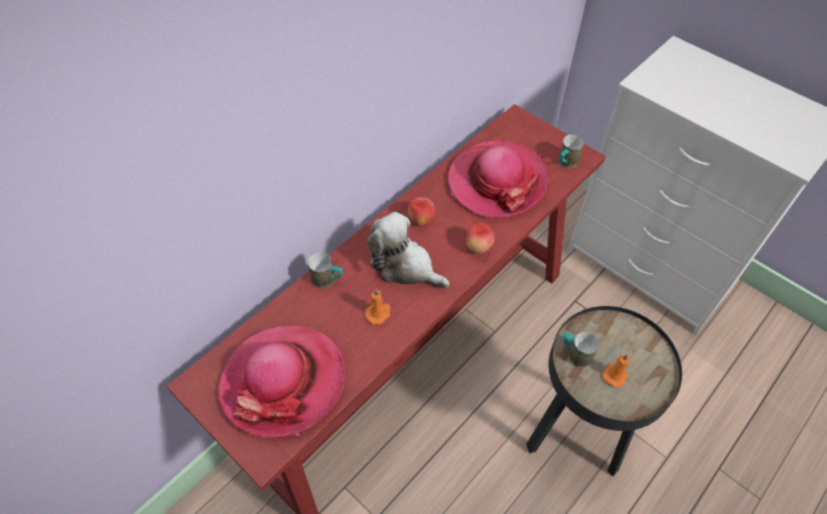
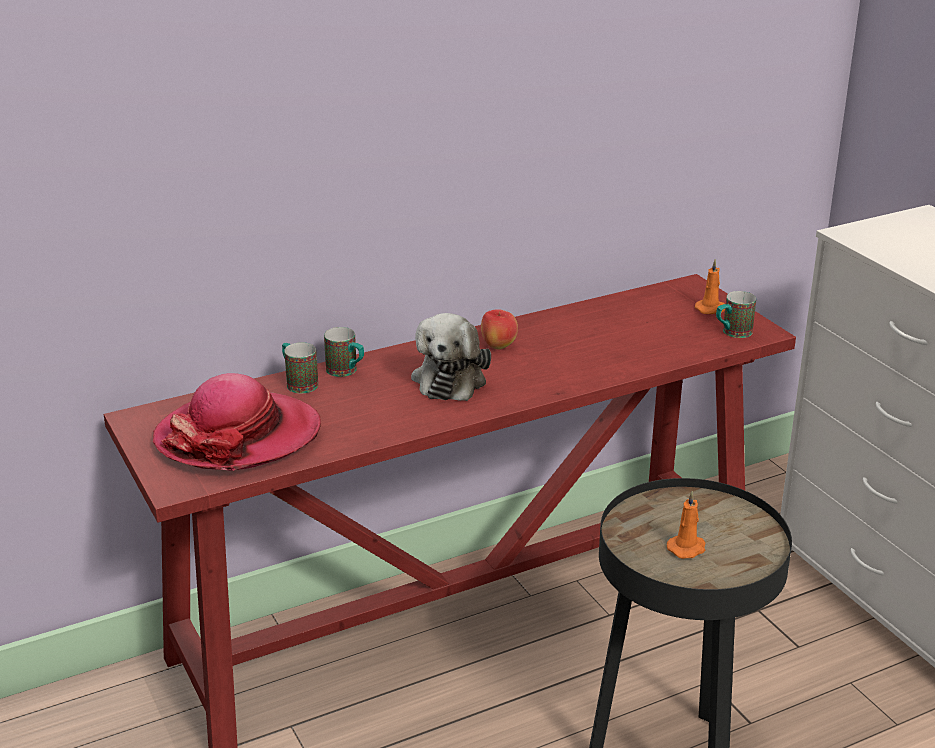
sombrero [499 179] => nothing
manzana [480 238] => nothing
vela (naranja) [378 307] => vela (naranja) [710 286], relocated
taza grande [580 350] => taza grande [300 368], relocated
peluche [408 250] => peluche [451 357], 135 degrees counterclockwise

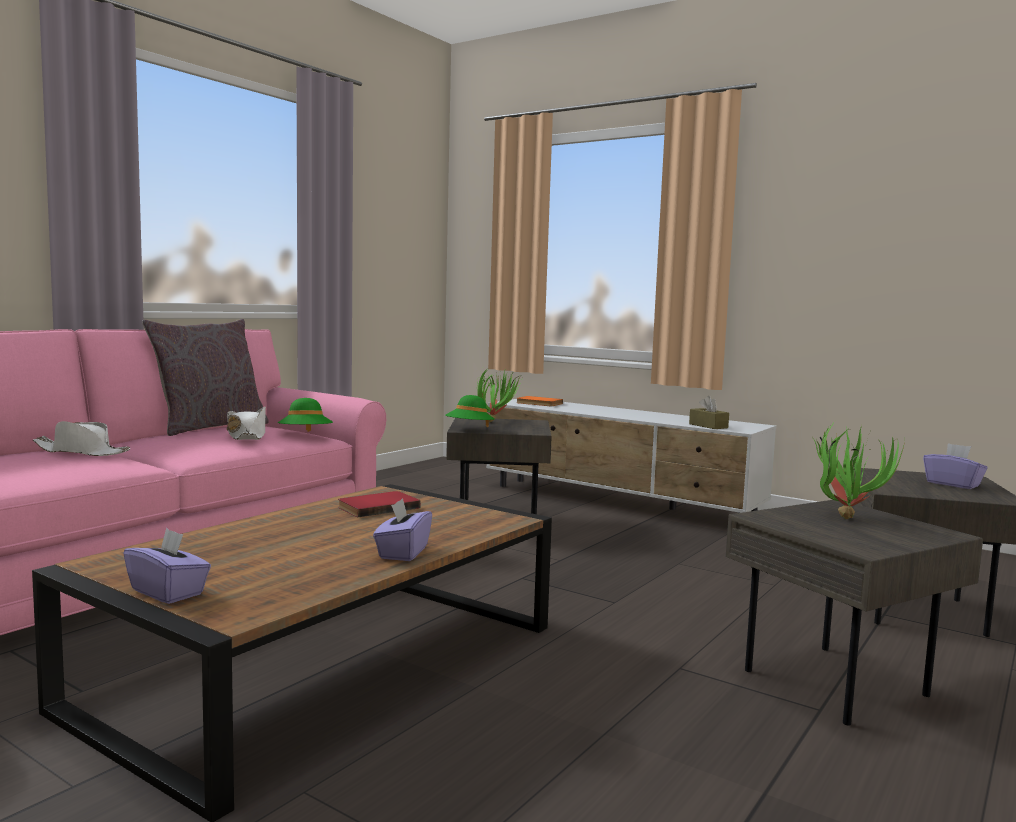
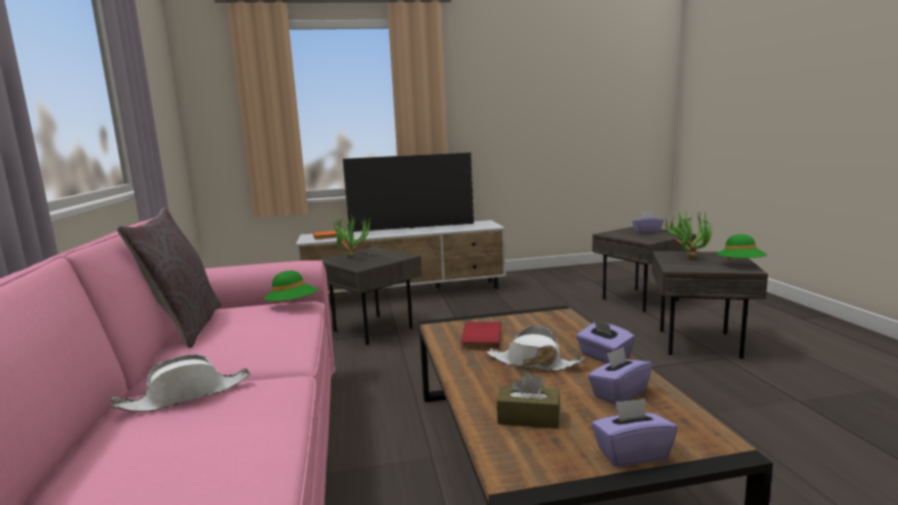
nothing => televisor [408 192]
nothing => caja de pañuelos (morado) [620 376]
sombrero (blanco) [246 423] => sombrero (blanco) [535 348], relocated
sombrero (verde) [469 411] => sombrero (verde) [742 247], relocated
caja de pañuelos (marrón) [709 412] => caja de pañuelos (marrón) [528 400], relocated

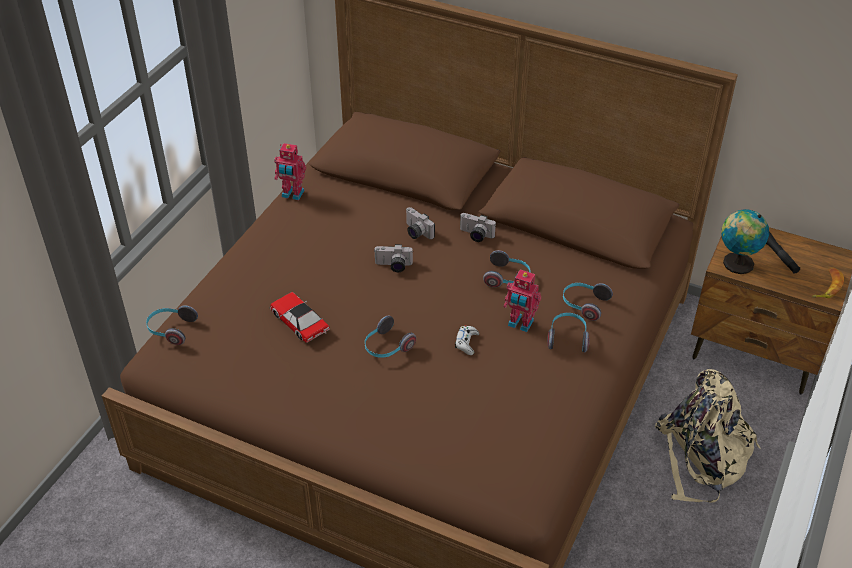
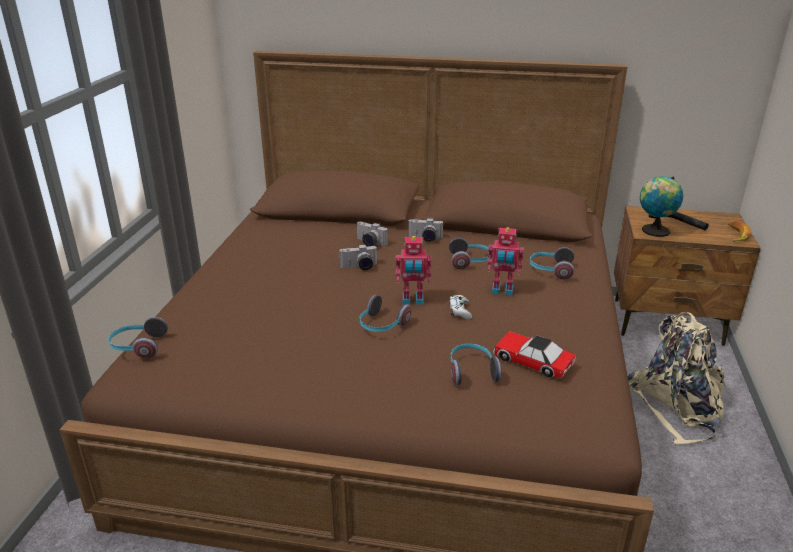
coche de juguete [300 317] => coche de juguete [534 354], relocated
robot de juguete [290 171] => robot de juguete [413 270], relocated
auriculares [568 333] => auriculares [476 364], relocated

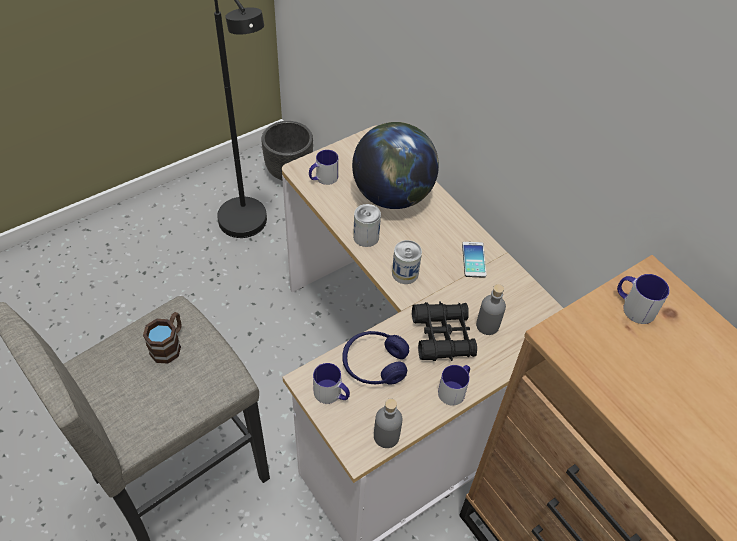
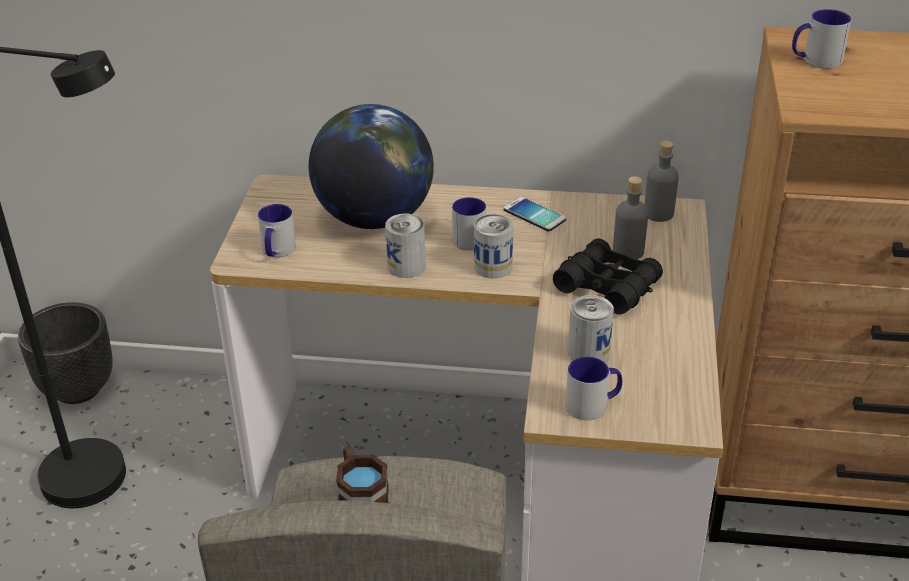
botella (gris) [388 423] => botella (gris) [661 181], relocated
taza grande [454 385] => taza grande [469 223], relocated
auriculares (azul) [375 358] => lata [591 328]

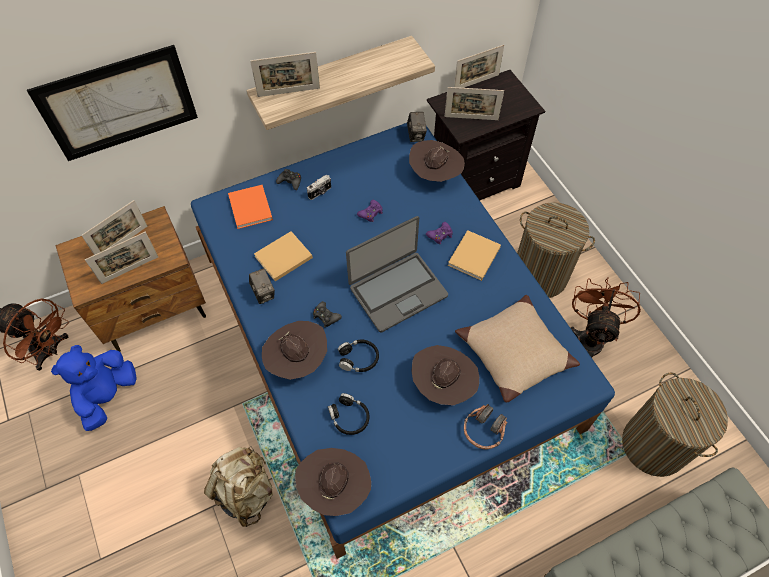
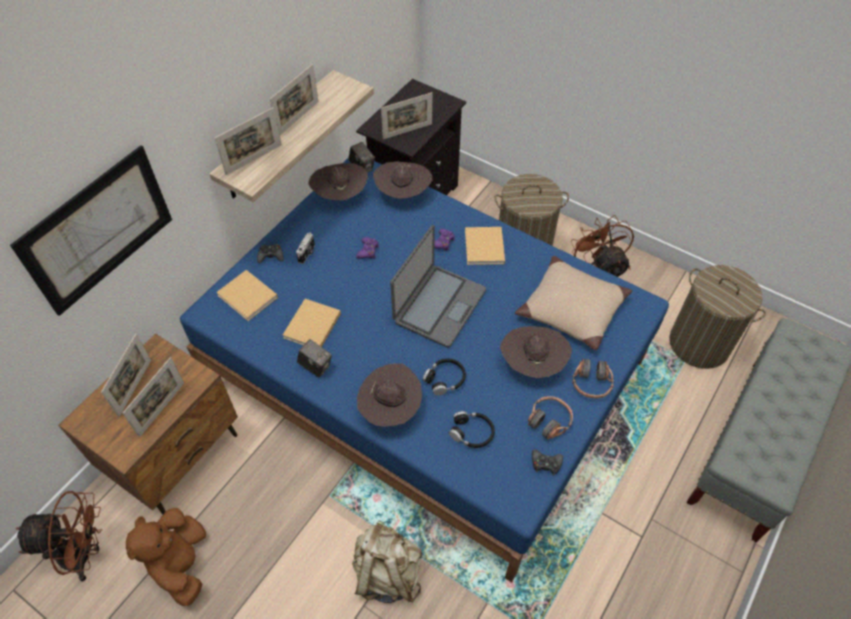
nothing => auriculares [550 418]
sombrero (marrón) [333 482] => sombrero (marrón) [338 182], relocated
mando de consola (negro) [327 314] => mando de consola (negro) [547 462], relocated
portarretratos [479 66] => portarretratos [294 99], relocated
peluche (azul) [94 388] => peluche (marrón) [166 557]
libro (naranja) [250 207] => libro (beis) [247 295]

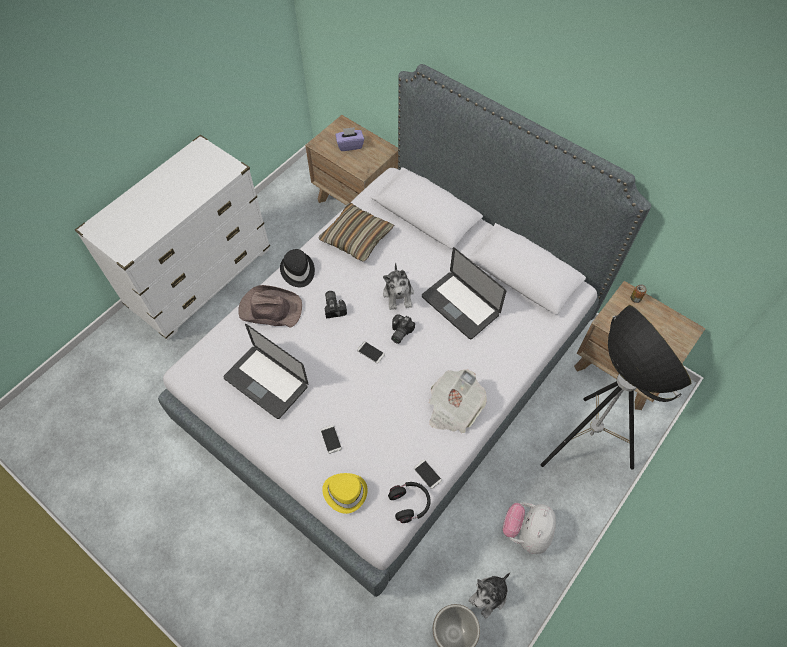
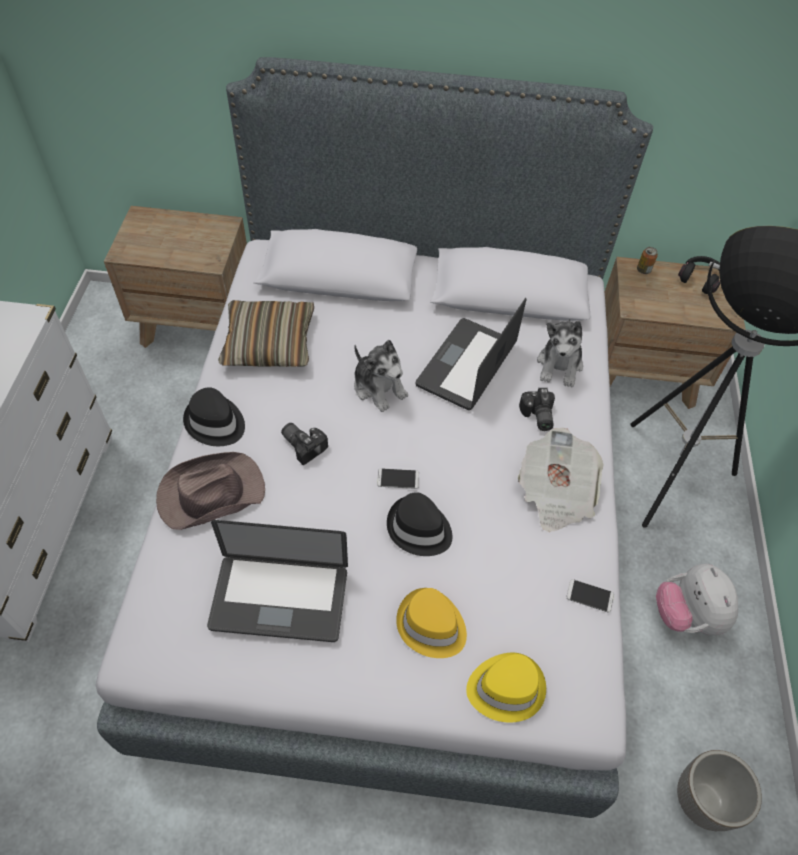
caja de pañuelos (morado) [349 139] => nothing
nothing => sombrero (negro) [419 524]
auriculares (negro) [409 502] => auriculares (negro) [699 275], relocated
cámara [403 329] => cámara [537 409], relocated
peluche [489 595] => peluche [560 353], relocated
móvil [331 439] => sombrero (amarillo) [431 623]
portátil [464 293] => portátil [471 354], 105 degrees clockwise

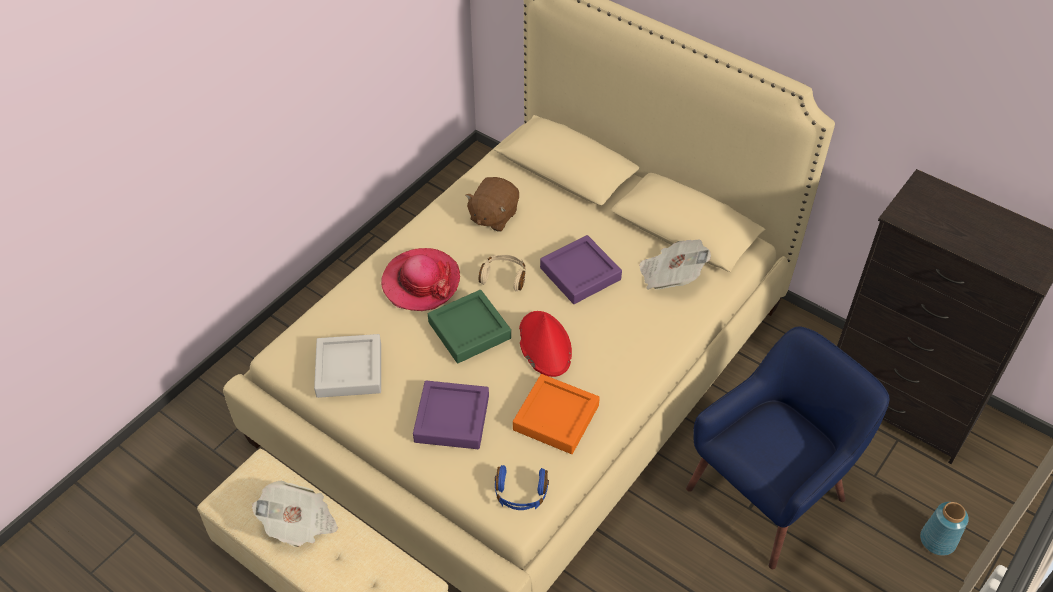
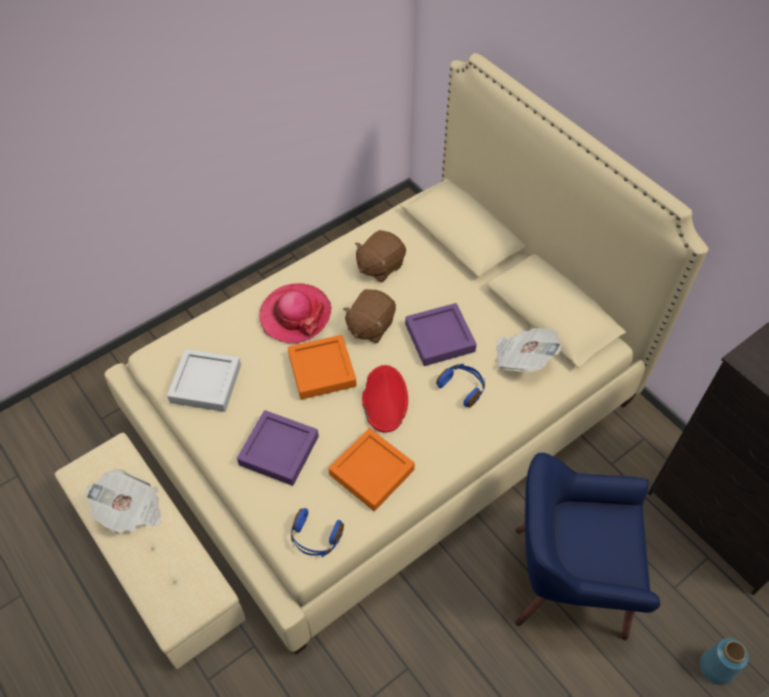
nothing => auriculares (azul) [460 385]
auriculares (beis) [502 273] => peluche (marrón) [369 316]
bandeja (verde) [469 326] => bandeja (naranja) [322 367]
sillón (azul) [788 448] => sillón (azul) [587 546], 150 degrees counterclockwise

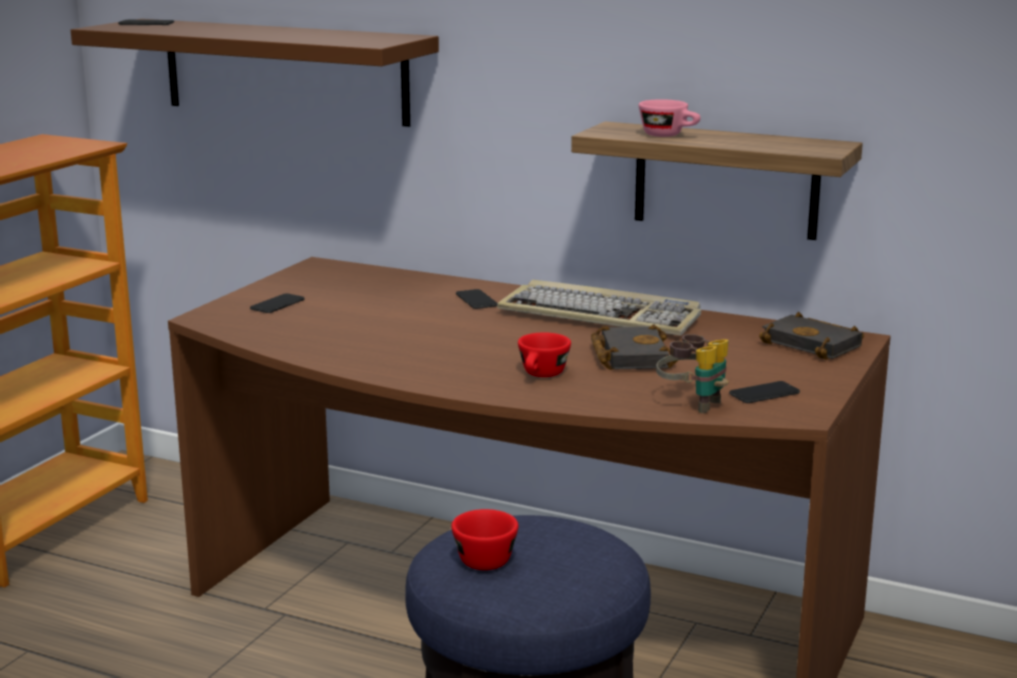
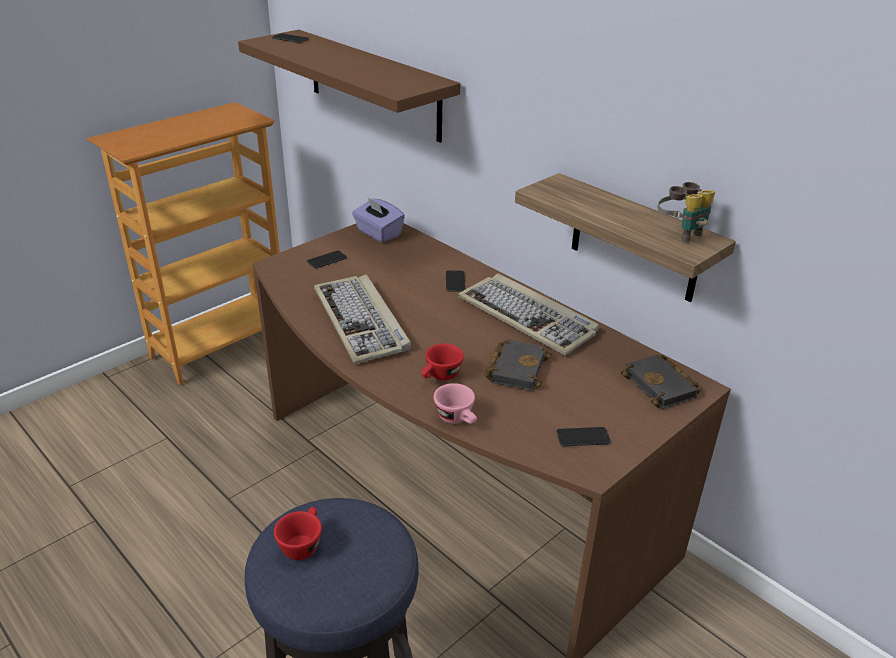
nothing => teclado [362 319]
nothing => caja de pañuelos (morado) [378 220]
taza (rosa) [670 118] => taza (rosa) [455 403], relocated
prismáticos [692 373] => prismáticos [686 212], relocated

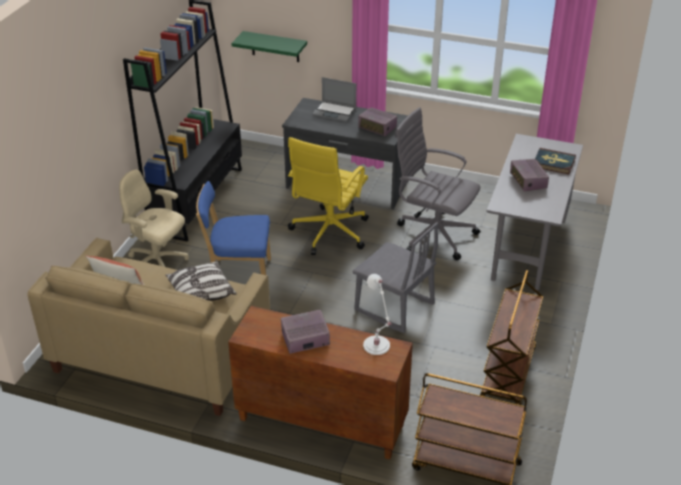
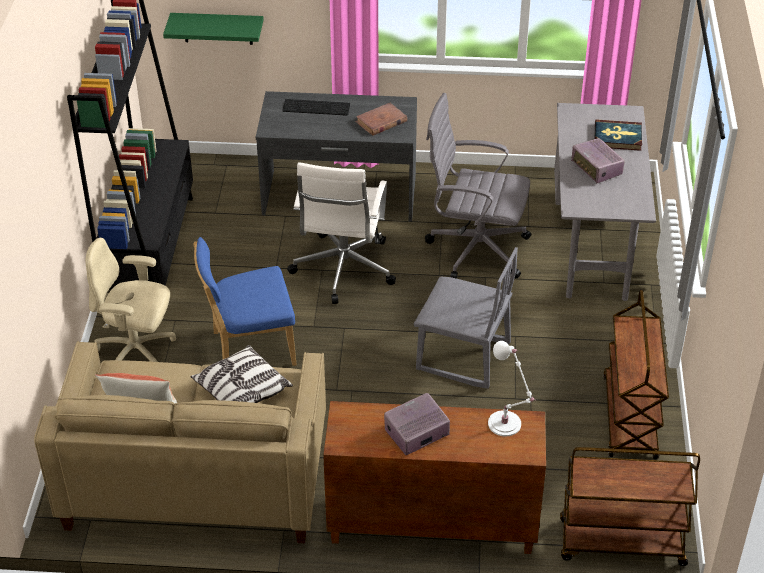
portátil [334 99] => teclado [316 107]
radio [377 121] => libro (marrón) [381 119]
silla de oficina (amarillo) [328 196] => silla de oficina (blanco) [341 233]

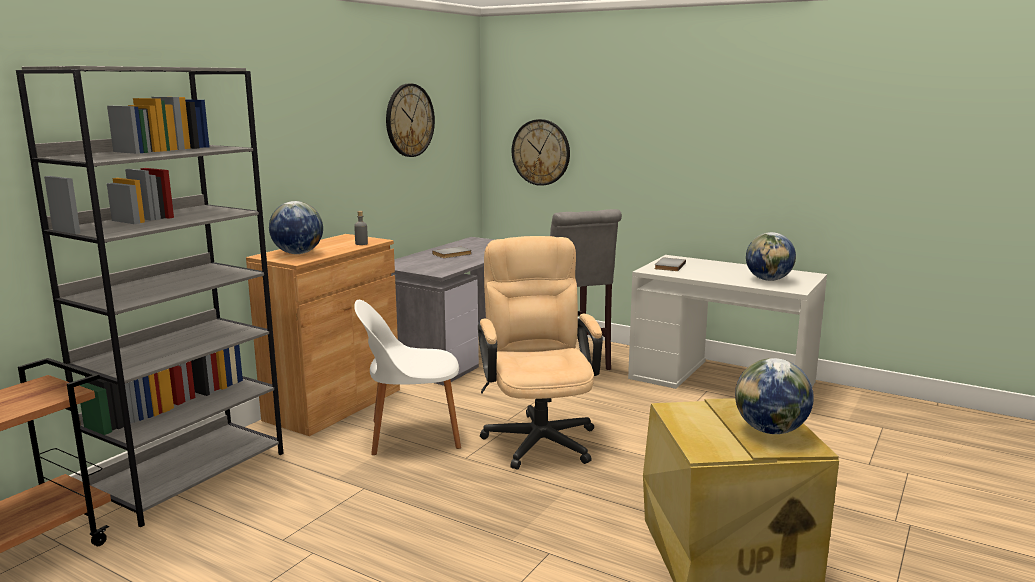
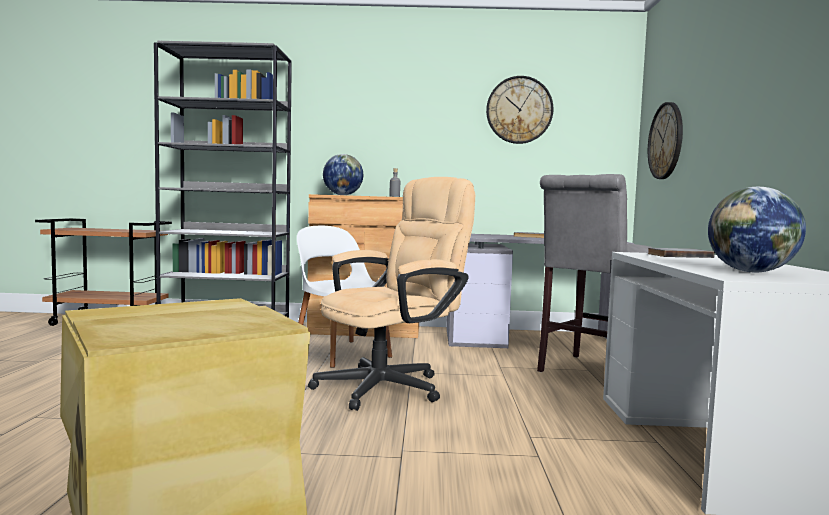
globo terráqueo [774 396] => nothing

